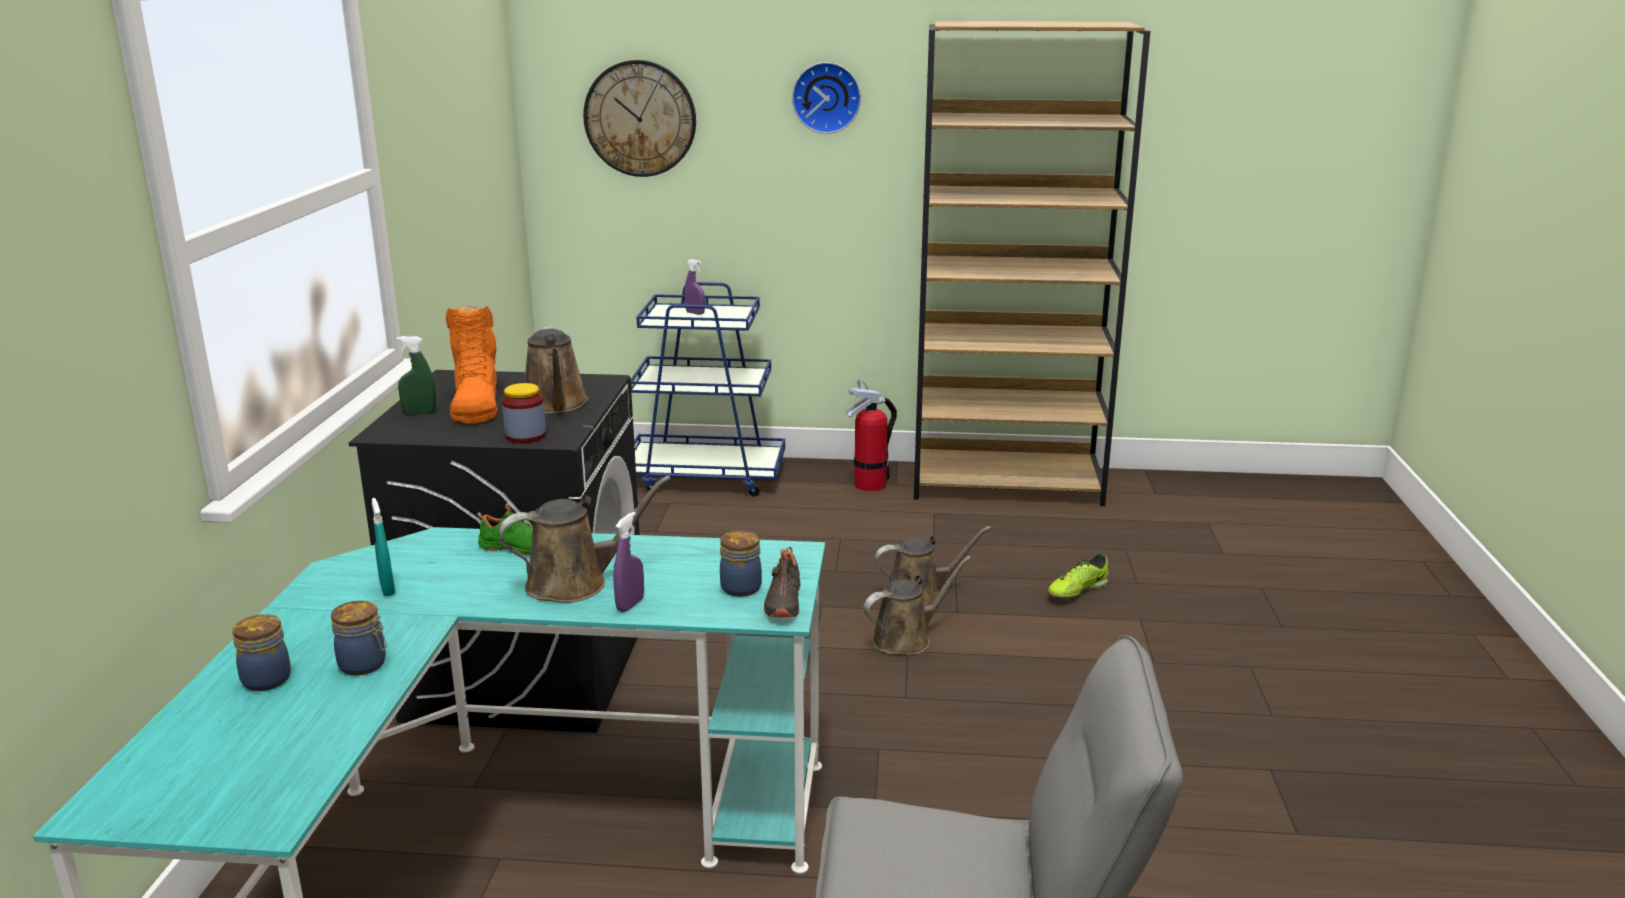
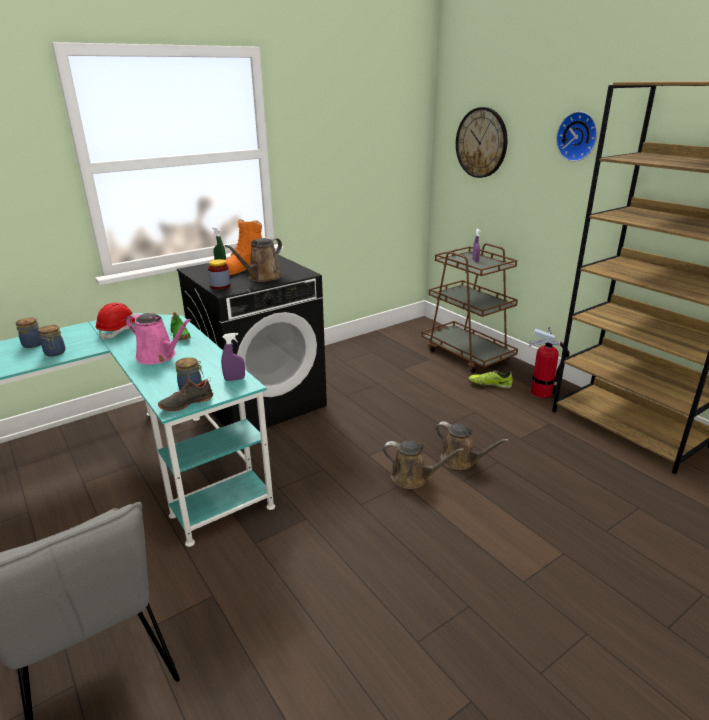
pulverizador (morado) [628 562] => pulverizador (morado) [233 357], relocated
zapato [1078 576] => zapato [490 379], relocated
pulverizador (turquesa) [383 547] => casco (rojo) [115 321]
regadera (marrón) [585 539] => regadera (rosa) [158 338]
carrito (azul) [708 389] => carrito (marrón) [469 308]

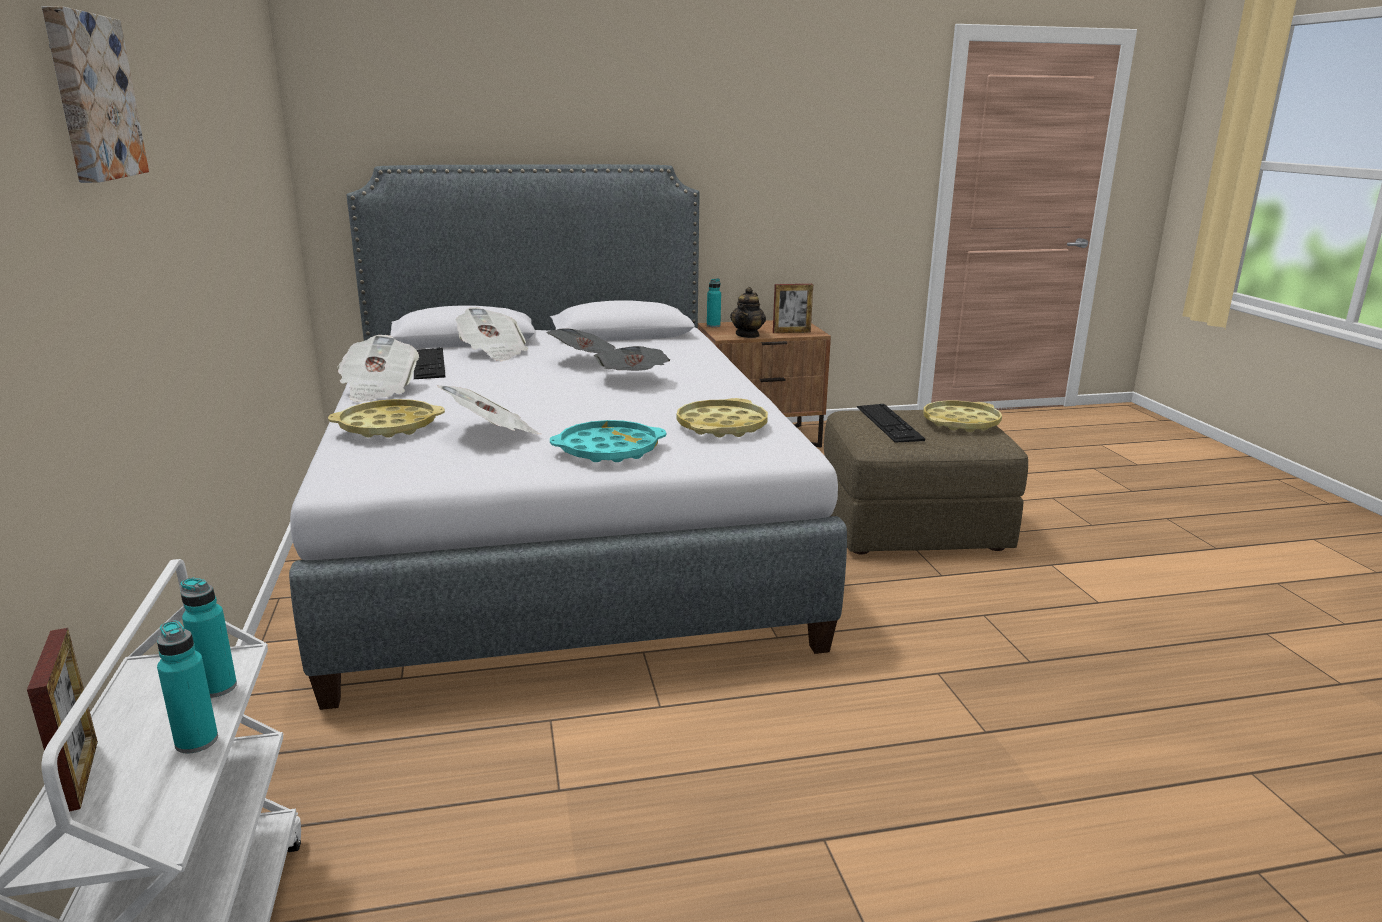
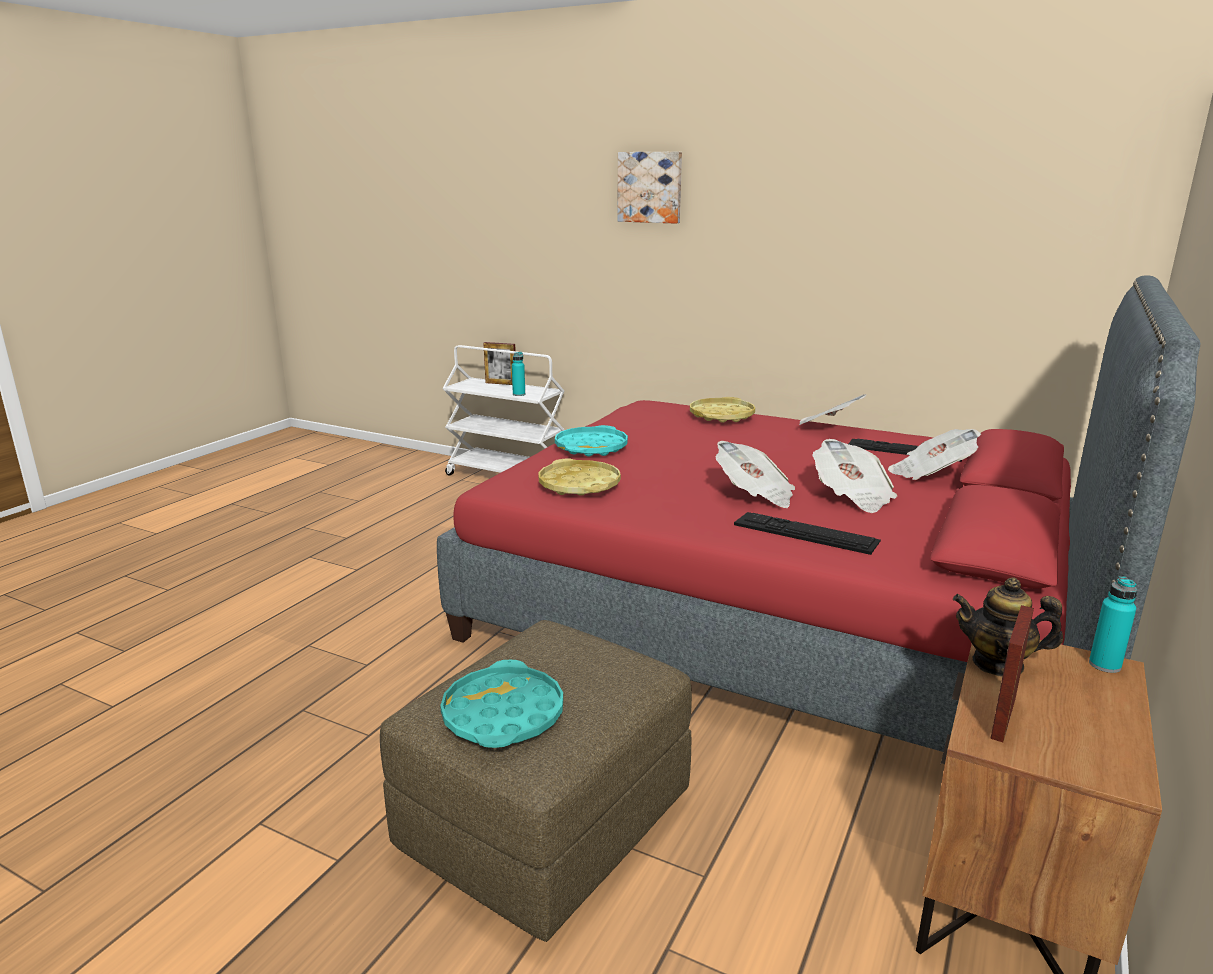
botella (turquesa) [187 687] => nothing
periódico [488 409] => nothing
teclado [891 423] => teclado [807 533], relocated
cama (gris) [568 437] => cama (rojo) [819 513]
bandeja (amarillo) [962 416] => bandeja (turquesa) [501 704]
tetera [748 312] => tetera [1008 627], 45 degrees counterclockwise

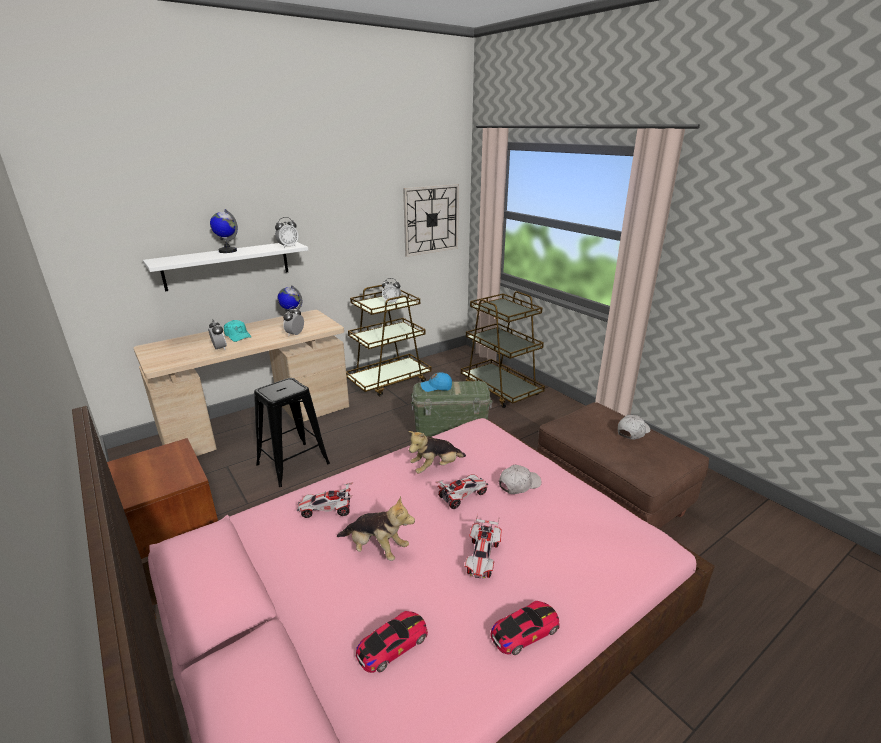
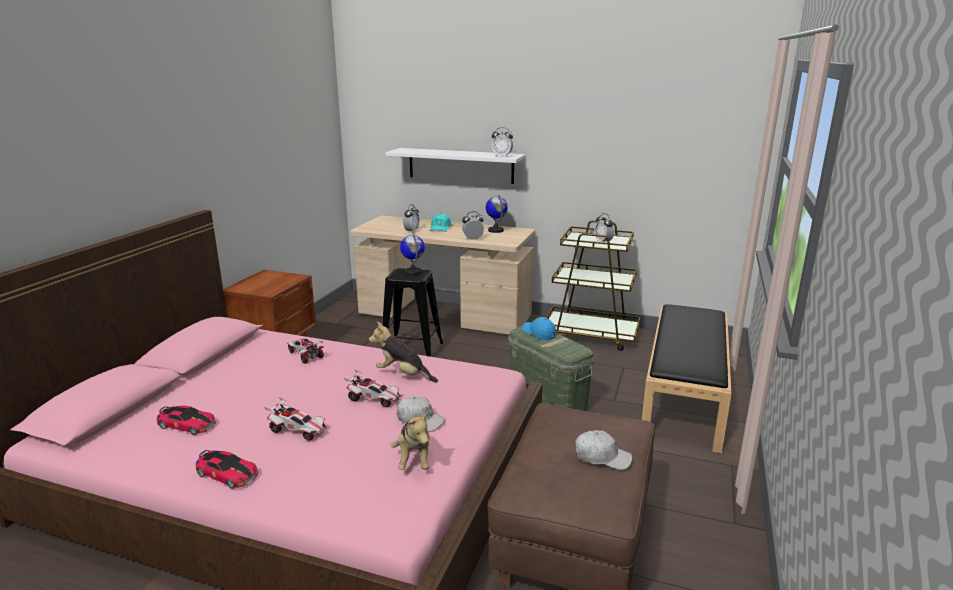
reloj de pared [431 220] => nothing
globo terráqueo [224 231] => globo terráqueo [412 254], relocated
peluche [376 528] => peluche [410 441], relocated
carrito (marrón) [503 349] => banco (negro) [687 378]
coche de juguete [483 546] => coche de juguete [295 419], 135 degrees counterclockwise

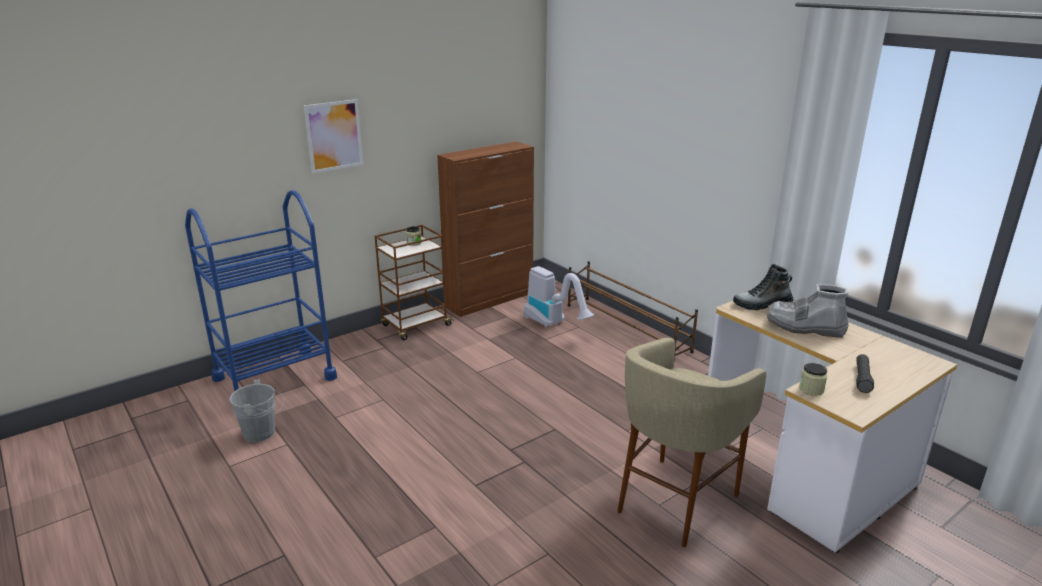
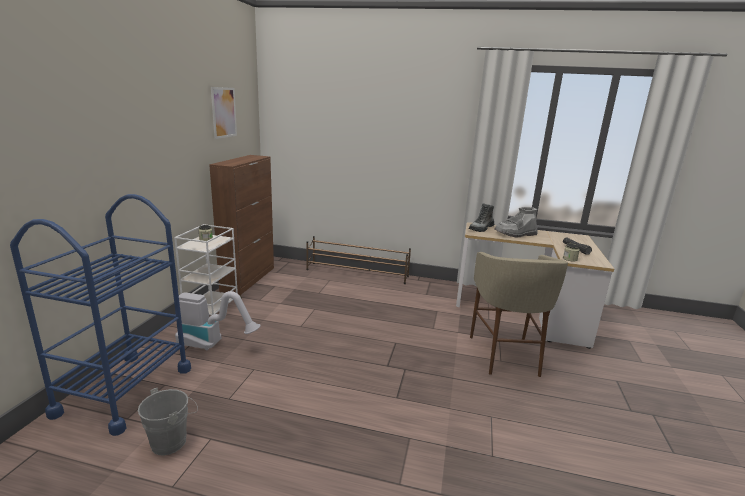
cuadro [333 136] => cuadro [224 113], relocated
aspiradora [559 296] => aspiradora [218 321], relocated
carrito (marrón) [414 282] => carrito (blanco) [208 269]

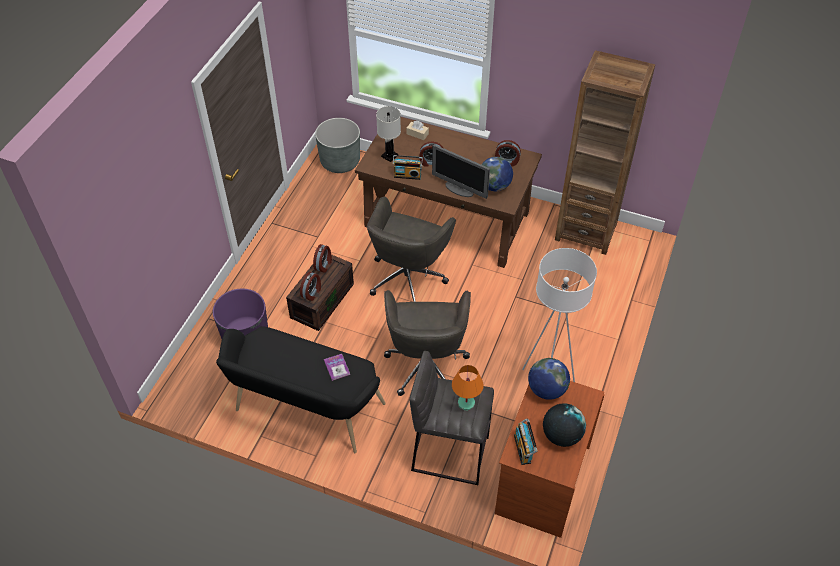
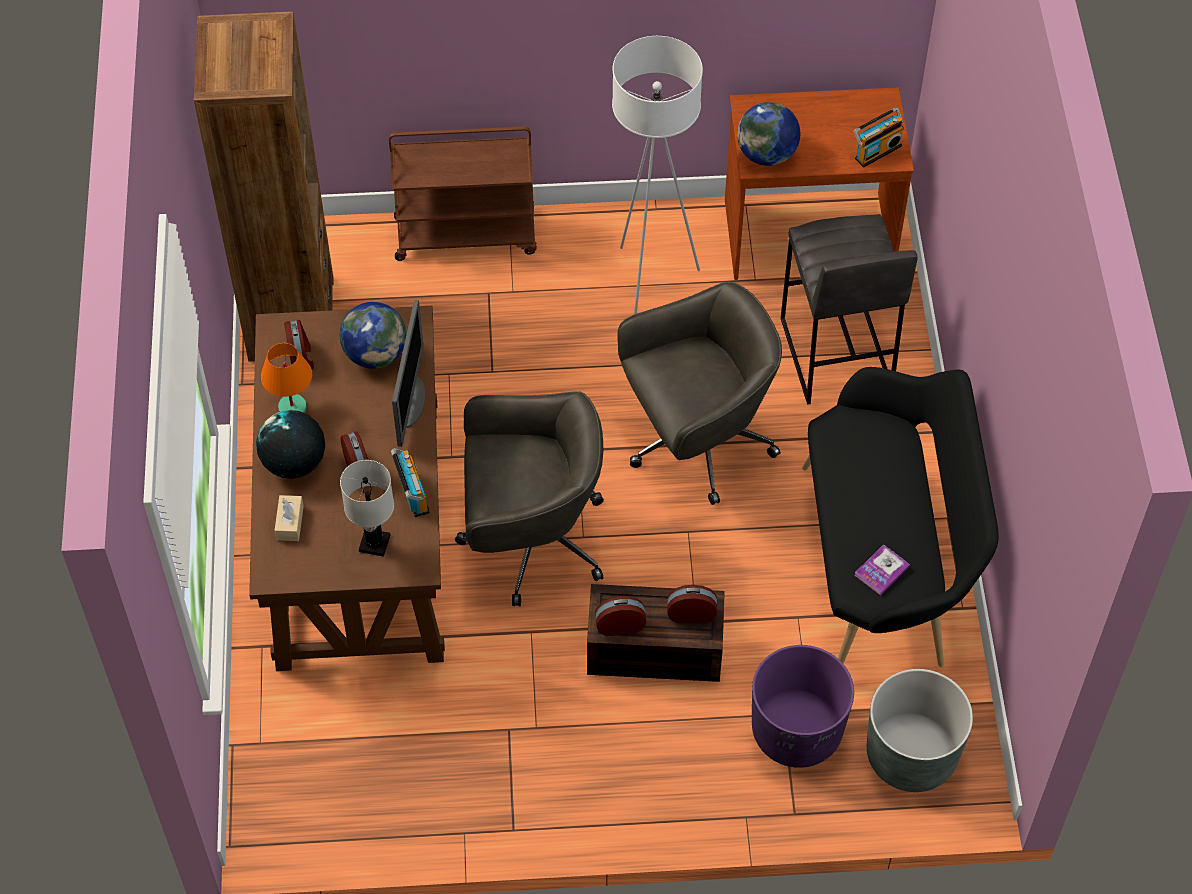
nothing => carrito (marrón) [463 194]
maceta (gris) [337 145] => maceta (gris) [920 730], relocated
libro [337 367] => libro [882 570], relocated
lámpara de mesa (naranja) [468 388] => lámpara de mesa (naranja) [286 378], relocated
globo terráqueo [564 425] => globo terráqueo [290 444], relocated

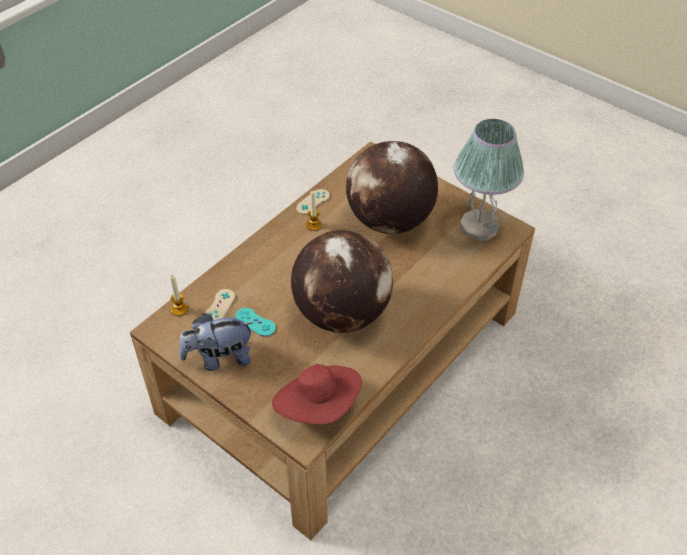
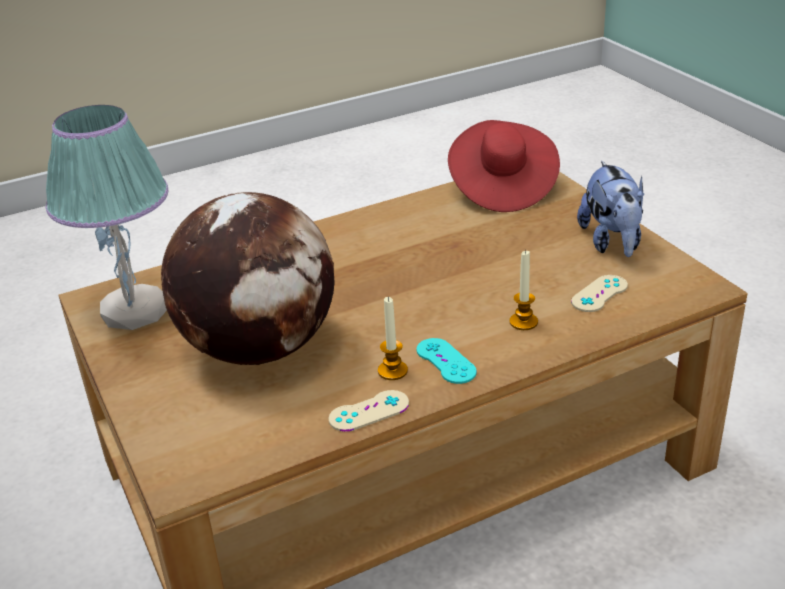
globo terráqueo [342 281] => nothing
vela [179 295] => vela [523 290], relocated
mando de consola (turquesa) [255 322] => mando de consola (turquesa) [446 361], relocated
peluche [216 342] => peluche [610 209], 75 degrees clockwise

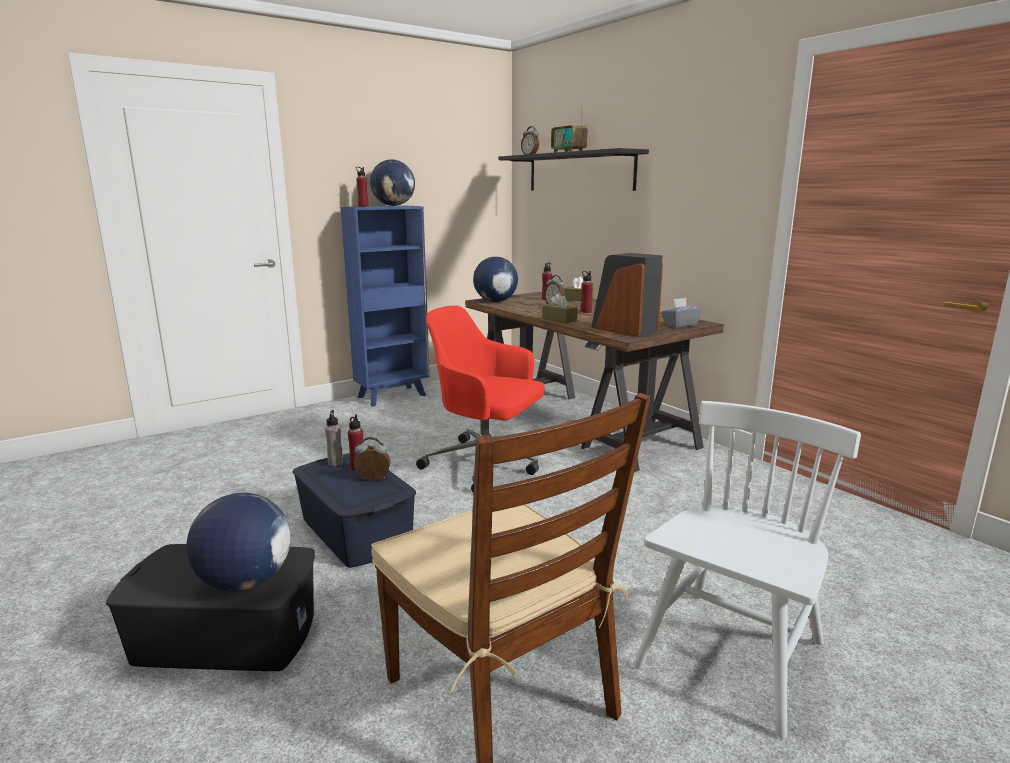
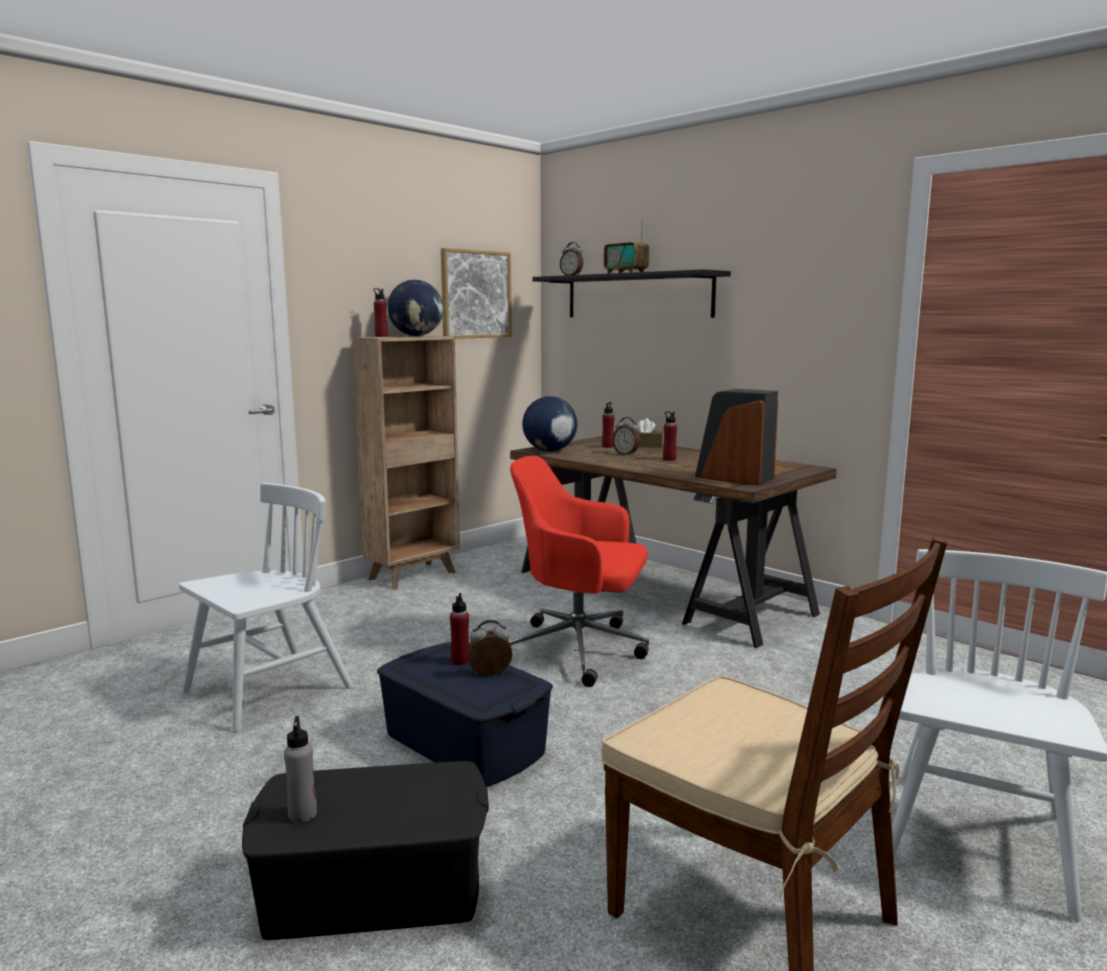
globo terráqueo [238 542] => nothing
caja de pañuelos (marrón) [560 308] => nothing
caja de pañuelos (gris) [681 313] => nothing
nothing => silla (blanco) [266 607]
nothing => cuadro [476 293]
botella (gris) [334 438] => botella (gris) [300 769], relocated
estantería (azul) [385 306] => estantería (marrón) [406 462]

